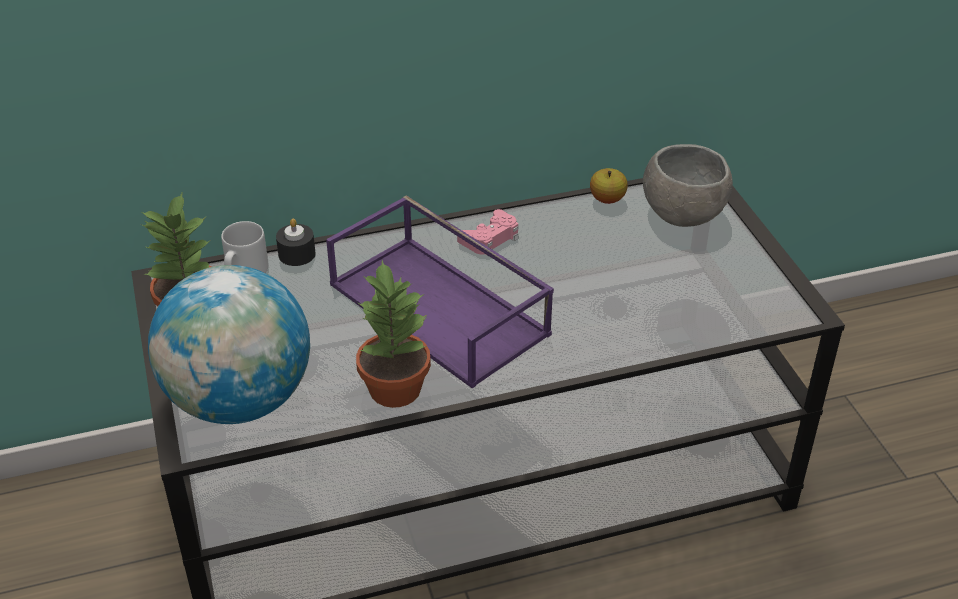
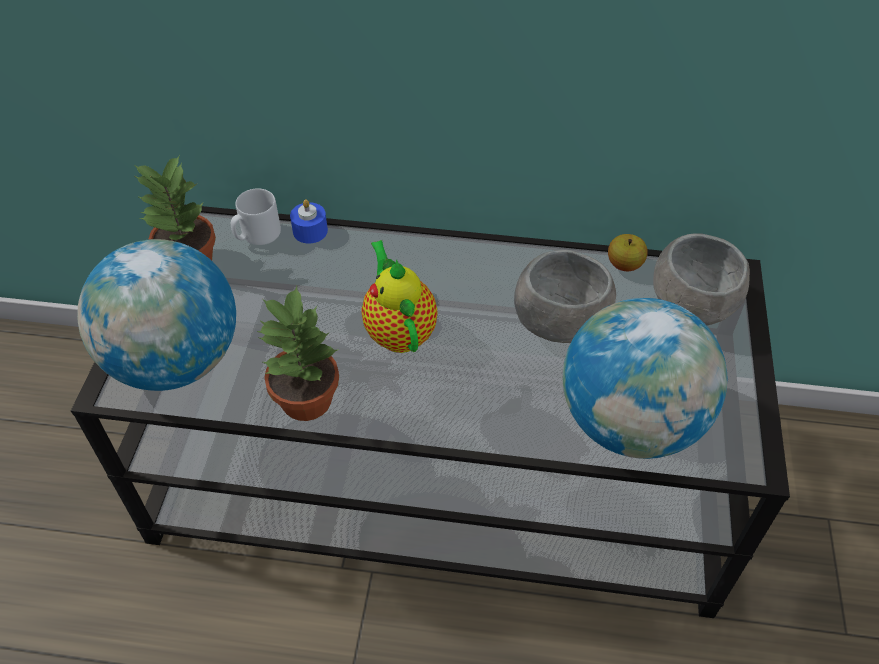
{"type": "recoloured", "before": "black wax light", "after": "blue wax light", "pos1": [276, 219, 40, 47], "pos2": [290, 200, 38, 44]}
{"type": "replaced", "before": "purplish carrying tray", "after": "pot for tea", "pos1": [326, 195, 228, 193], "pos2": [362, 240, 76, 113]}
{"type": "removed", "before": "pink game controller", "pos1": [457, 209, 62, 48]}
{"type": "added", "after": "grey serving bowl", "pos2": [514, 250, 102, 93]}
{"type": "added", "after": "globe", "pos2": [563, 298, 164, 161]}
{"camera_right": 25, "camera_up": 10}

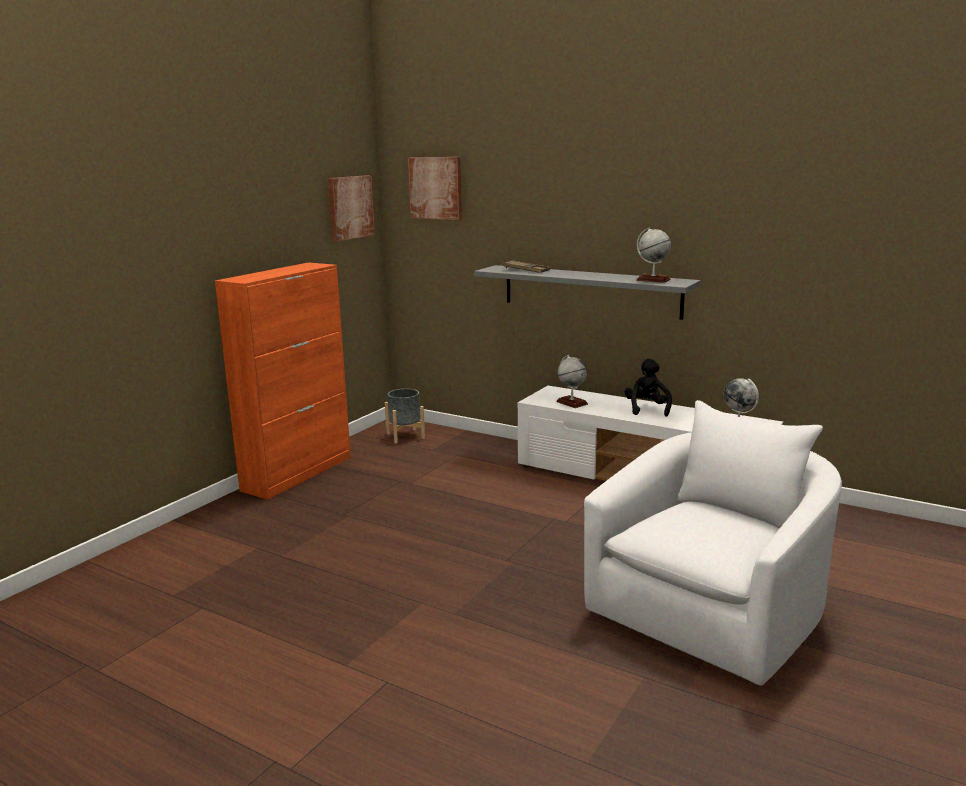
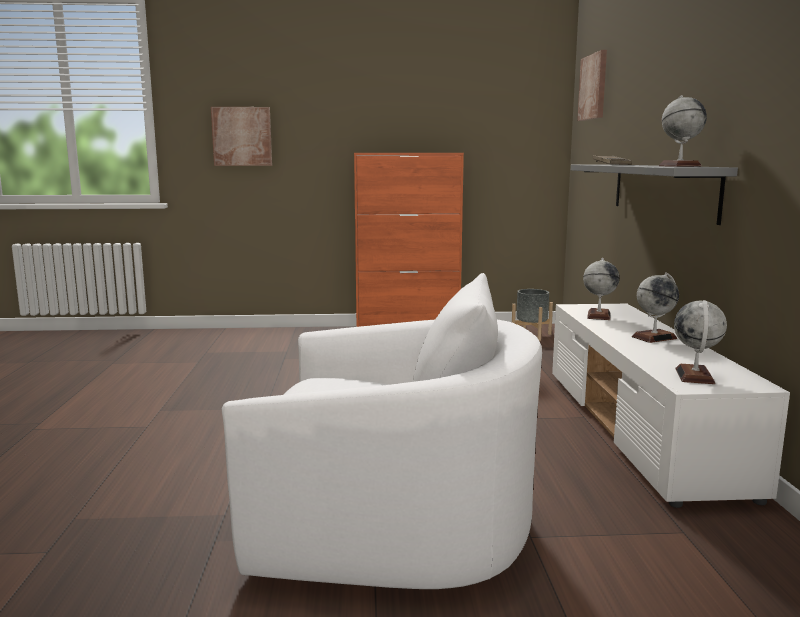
{"type": "moved", "before": "wall picture", "pos1": [328, 175, 47, 67], "pos2": [211, 107, 61, 59]}
{"type": "replaced", "before": "black soft toy", "after": "globe", "pos1": [625, 359, 47, 58], "pos2": [632, 272, 47, 71]}
{"camera_right": 55, "camera_up": -5}

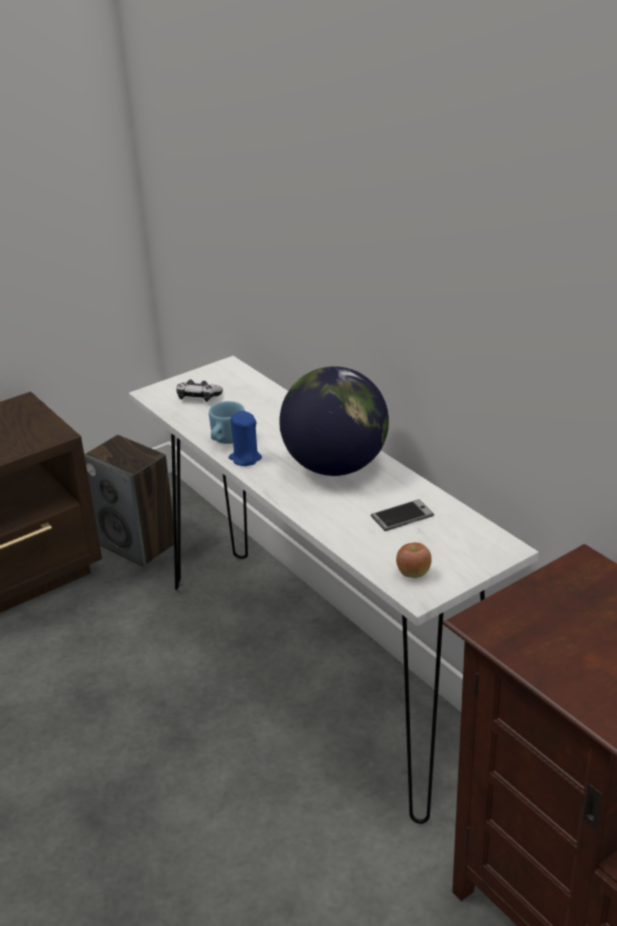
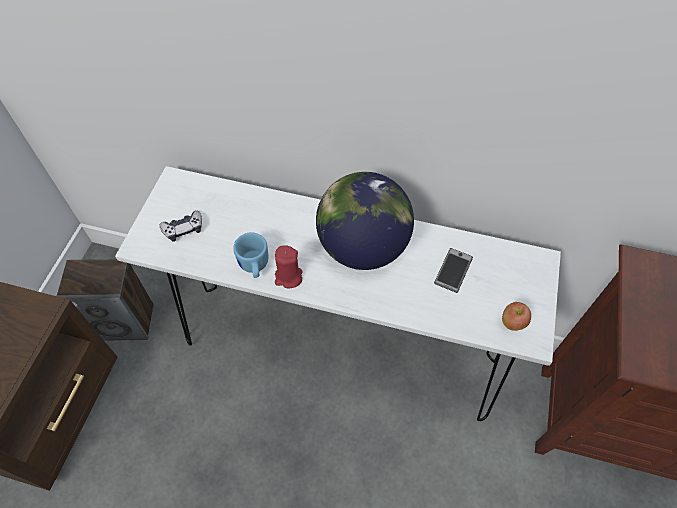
{"type": "recoloured", "before": "blue wax light", "after": "reddish wax light", "pos1": [229, 411, 33, 55], "pos2": [275, 245, 28, 43]}
{"camera_right": -40, "camera_up": 25}

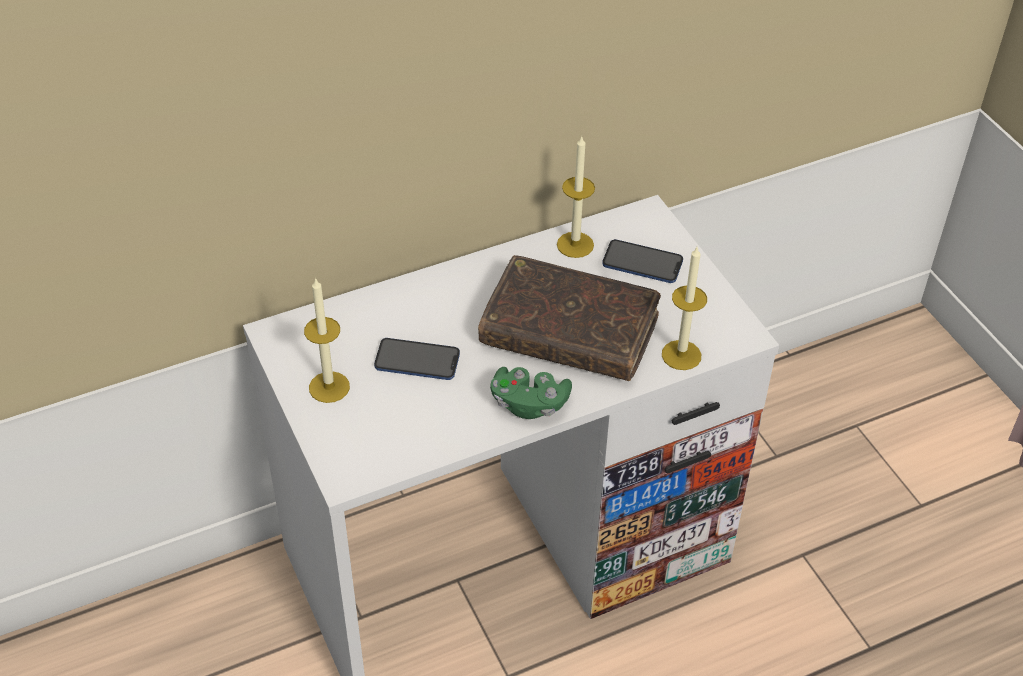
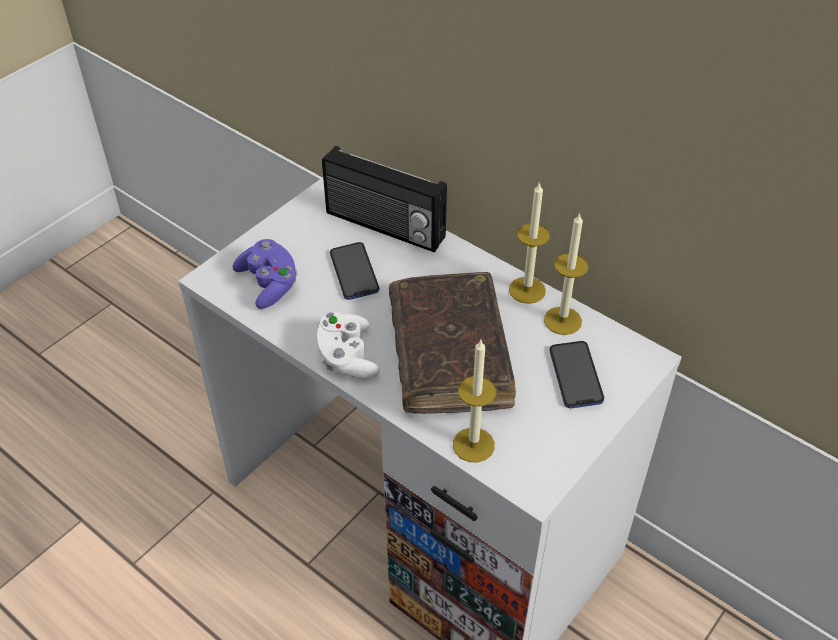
{"type": "moved", "before": "wax light", "pos1": [304, 277, 46, 126], "pos2": [509, 182, 41, 122]}
{"type": "recoloured", "before": "green-coloured game controller", "after": "white game controller", "pos1": [490, 367, 82, 52], "pos2": [317, 312, 63, 67]}
{"type": "added", "after": "purplish game controller", "pos2": [232, 239, 66, 70]}
{"type": "added", "after": "radio receiver", "pos2": [322, 146, 125, 106]}
{"camera_right": 65, "camera_up": 0}

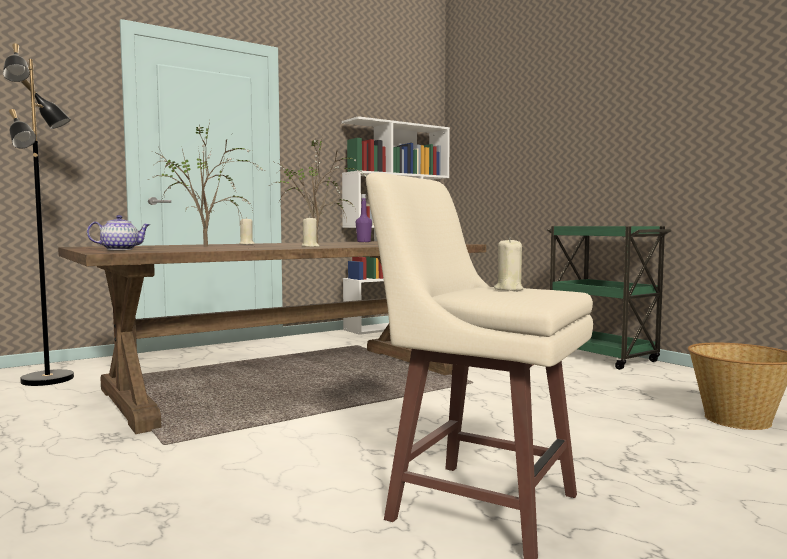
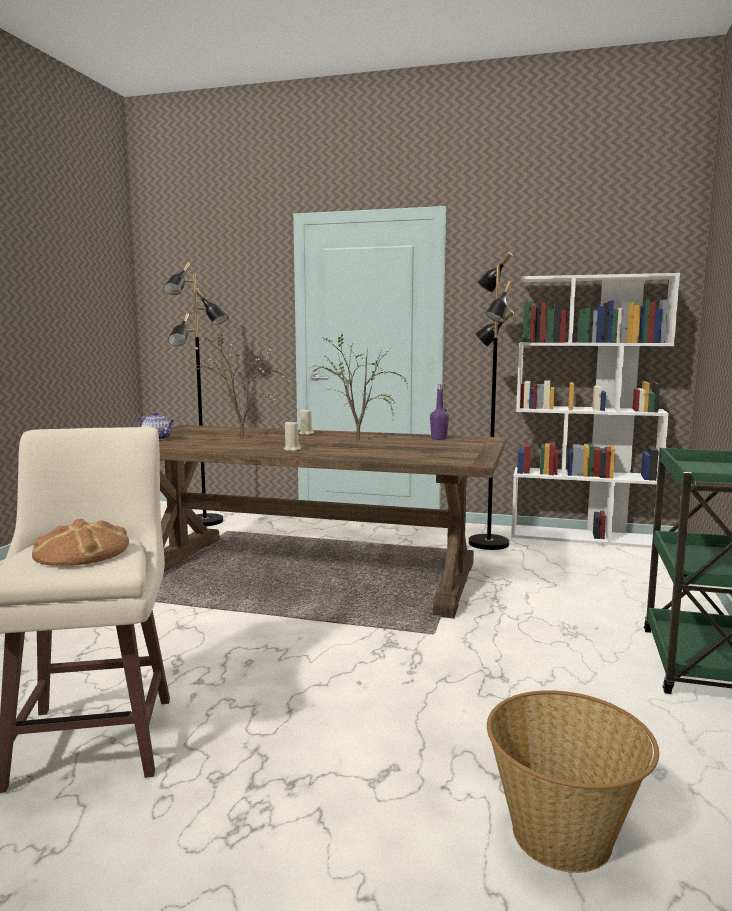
{"type": "replaced", "before": "beige wax light", "after": "bakery bread", "pos1": [494, 237, 30, 54], "pos2": [32, 518, 97, 48]}
{"type": "added", "after": "black standard lamp", "pos2": [469, 252, 45, 298]}
{"camera_right": 50, "camera_up": 5}

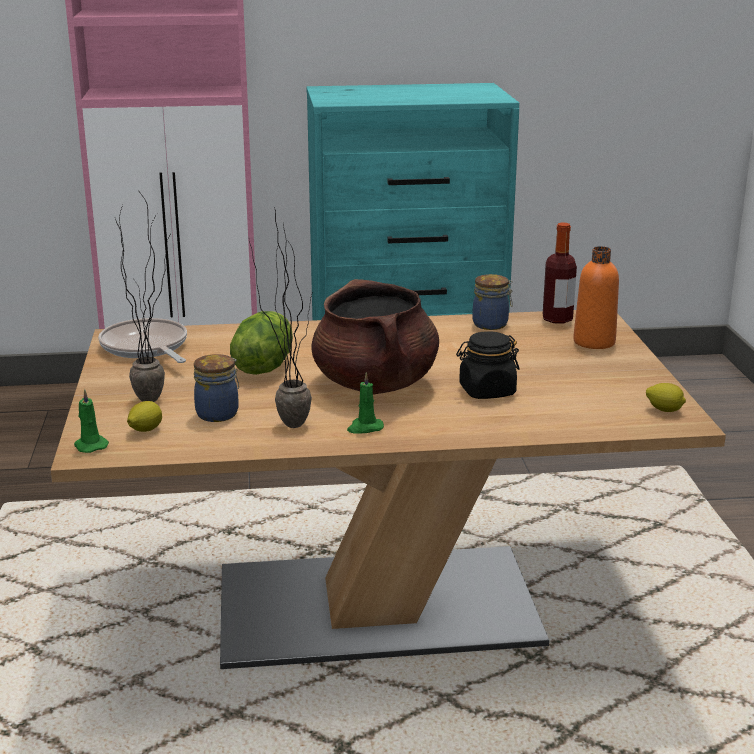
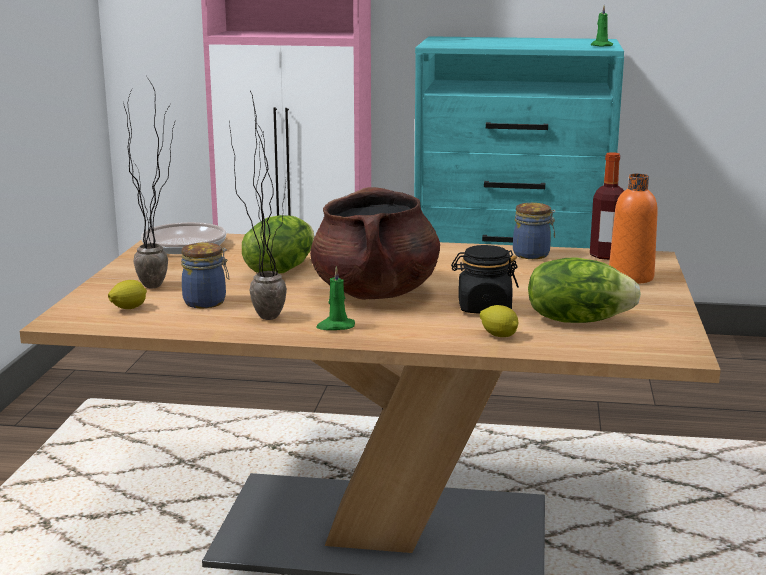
{"type": "moved", "before": "green-coloured wax light", "pos1": [74, 389, 35, 64], "pos2": [591, 6, 22, 41]}
{"type": "moved", "before": "citrus fruit", "pos1": [646, 383, 40, 29], "pos2": [480, 305, 38, 32]}
{"type": "added", "after": "head of lettuce", "pos2": [528, 257, 113, 66]}
{"camera_right": 15, "camera_up": -5}

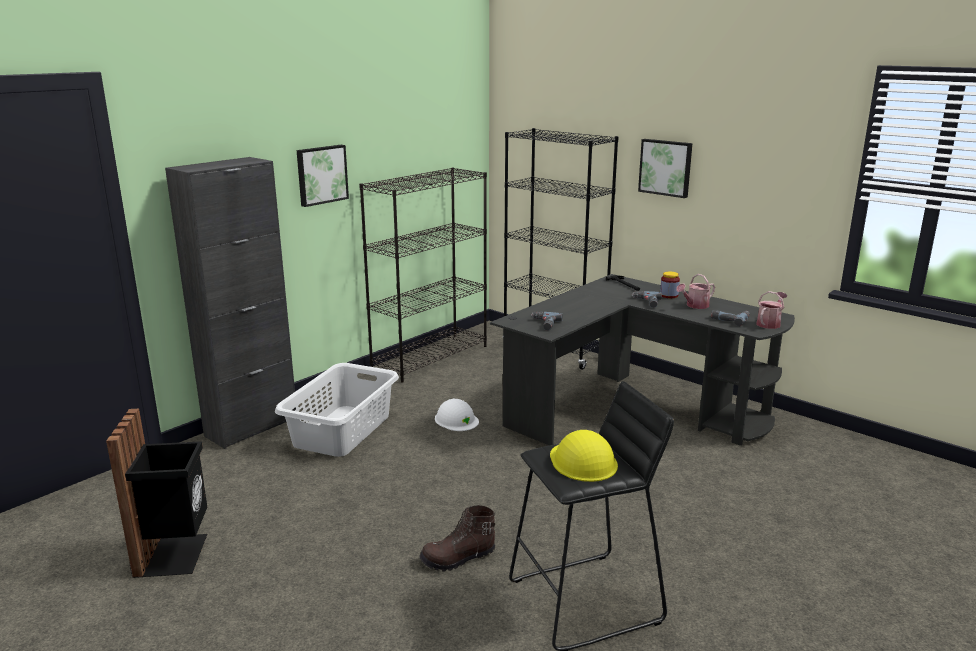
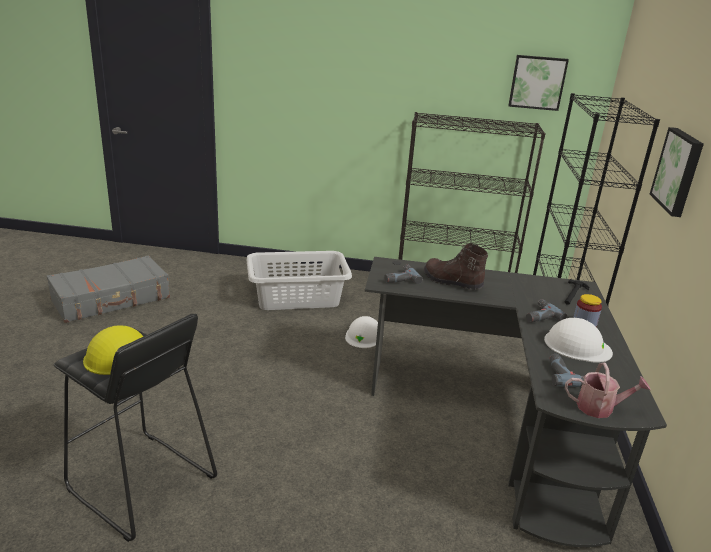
{"type": "replaced", "before": "black trash can", "after": "grey travel case", "pos1": [106, 409, 101, 169], "pos2": [47, 255, 123, 68]}
{"type": "removed", "before": "black storage cabinet", "pos1": [165, 157, 131, 292]}
{"type": "moved", "before": "wall picture", "pos1": [297, 145, 52, 62], "pos2": [508, 55, 61, 56]}
{"type": "moved", "before": "brown tall boot", "pos1": [419, 505, 76, 66], "pos2": [424, 244, 64, 46]}
{"type": "replaced", "before": "sprinkling can", "after": "white safety helmet", "pos1": [676, 274, 39, 35], "pos2": [544, 318, 69, 45]}
{"camera_right": 55, "camera_up": 5}

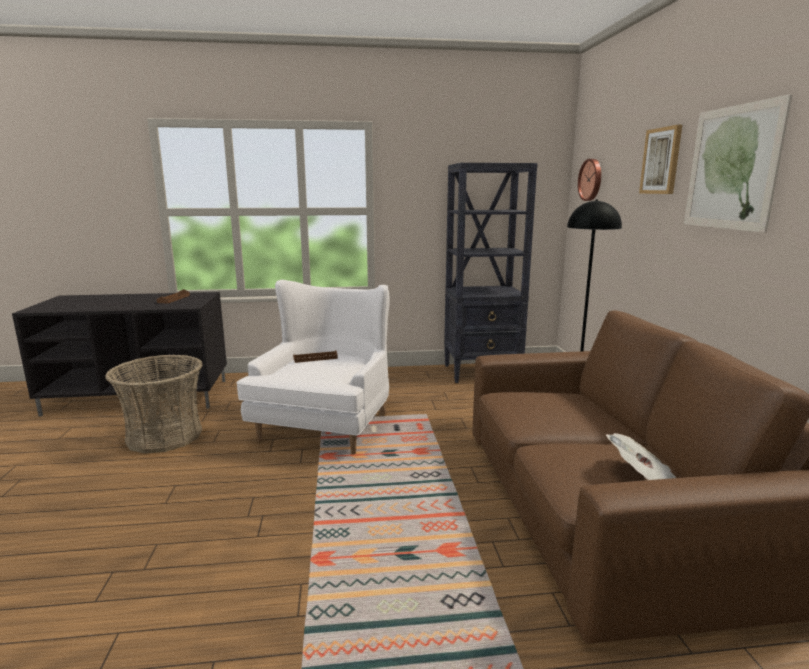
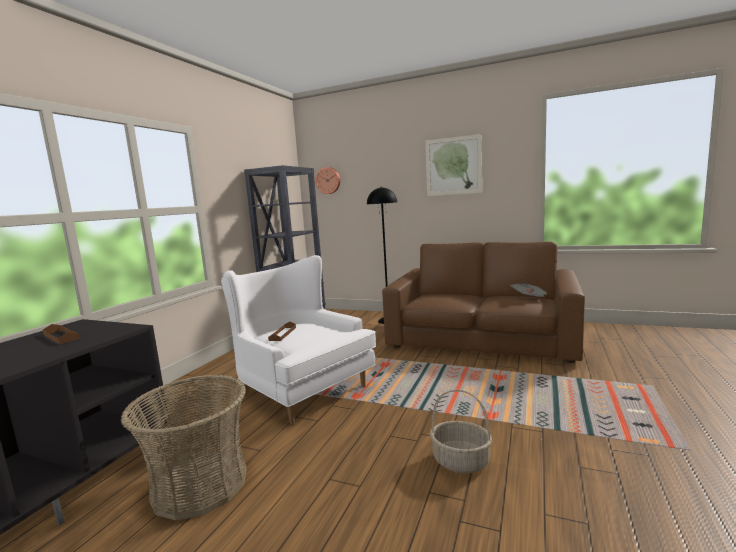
{"type": "removed", "before": "wall picture", "pos1": [639, 125, 43, 69]}
{"type": "added", "after": "storage basket", "pos2": [430, 389, 62, 84]}
{"camera_right": -60, "camera_up": -5}

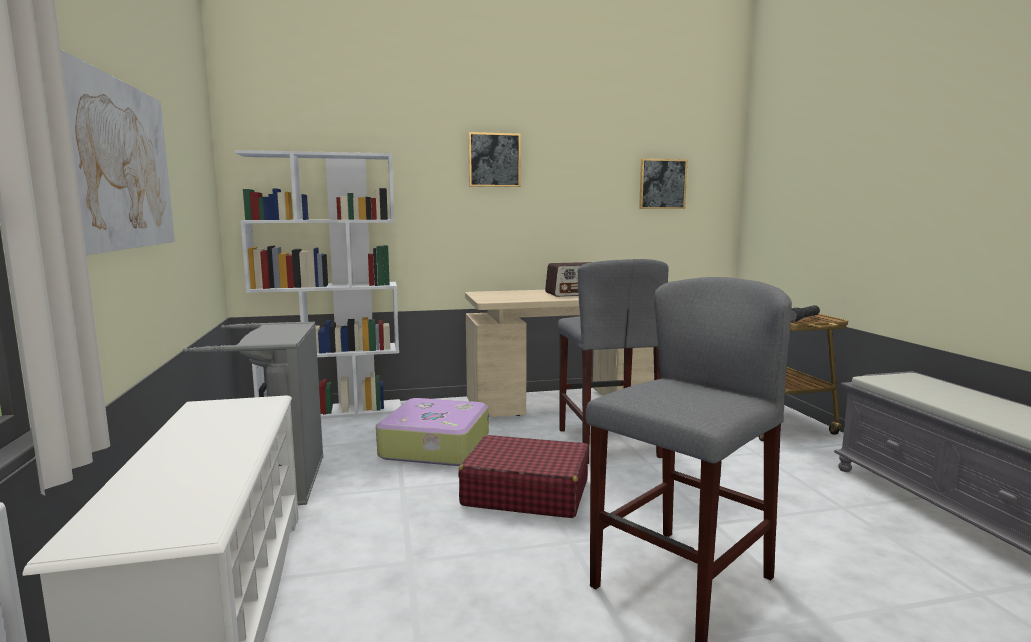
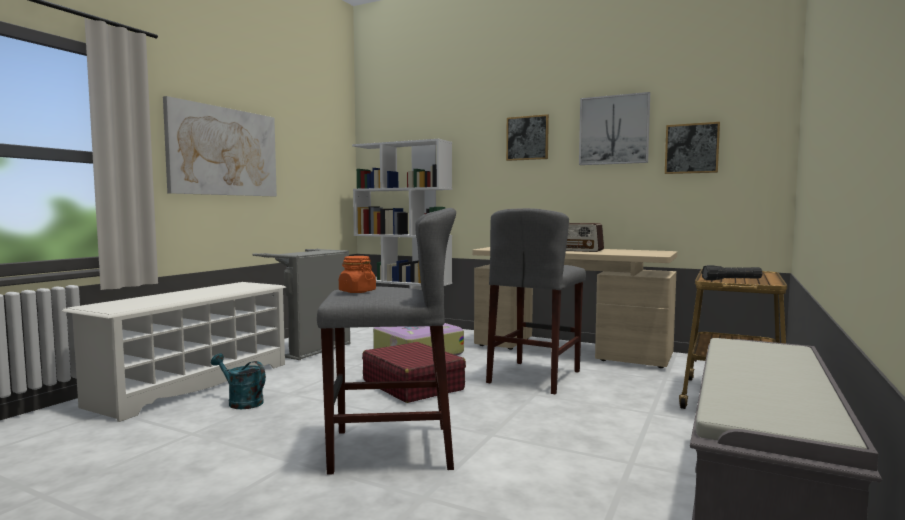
{"type": "added", "after": "blue-green sprinkling can", "pos2": [211, 353, 55, 56]}
{"type": "added", "after": "orange-coloured jar", "pos2": [339, 256, 37, 37]}
{"type": "added", "after": "wall picture", "pos2": [579, 92, 71, 73]}
{"camera_right": 40, "camera_up": -5}

